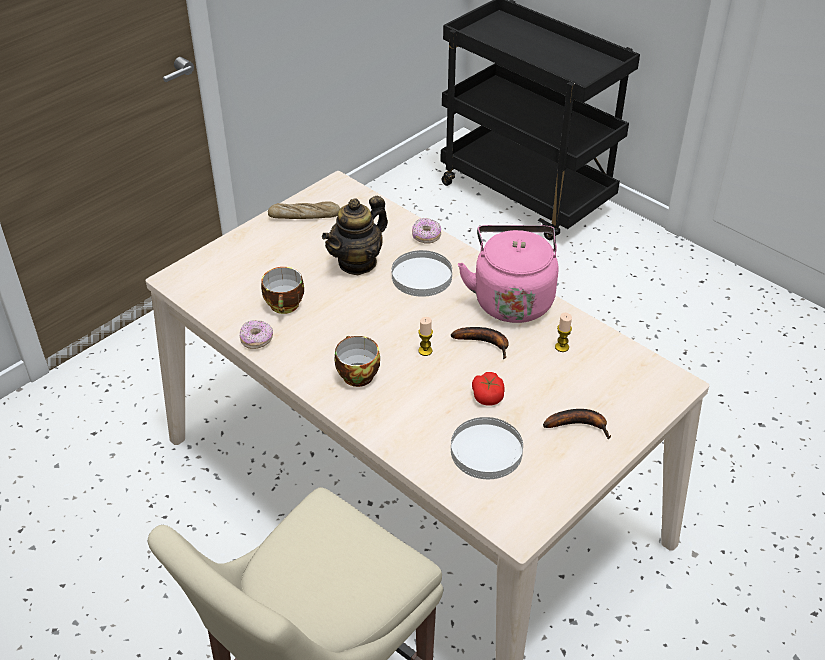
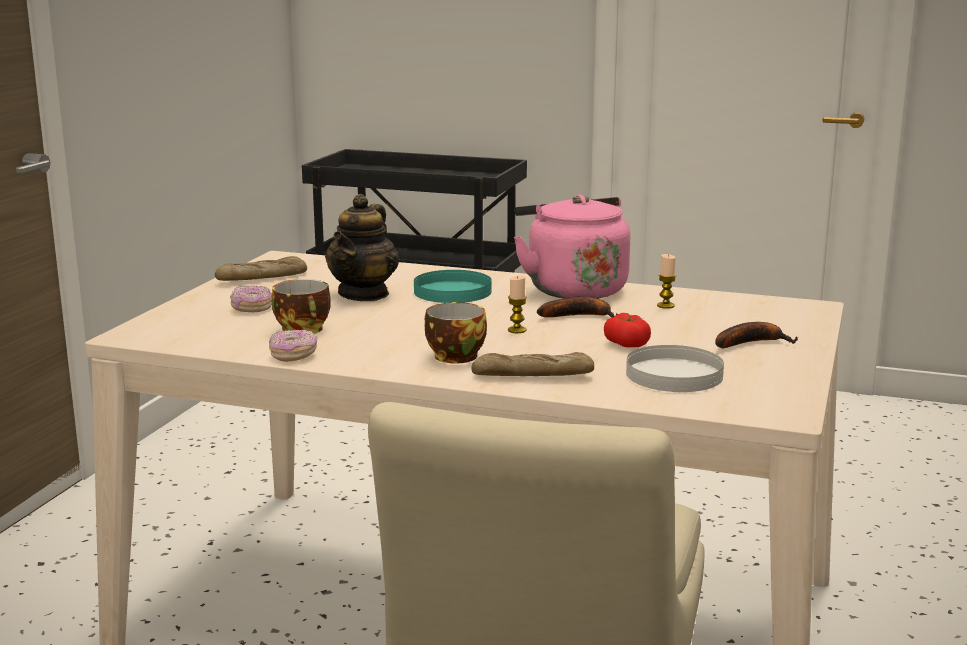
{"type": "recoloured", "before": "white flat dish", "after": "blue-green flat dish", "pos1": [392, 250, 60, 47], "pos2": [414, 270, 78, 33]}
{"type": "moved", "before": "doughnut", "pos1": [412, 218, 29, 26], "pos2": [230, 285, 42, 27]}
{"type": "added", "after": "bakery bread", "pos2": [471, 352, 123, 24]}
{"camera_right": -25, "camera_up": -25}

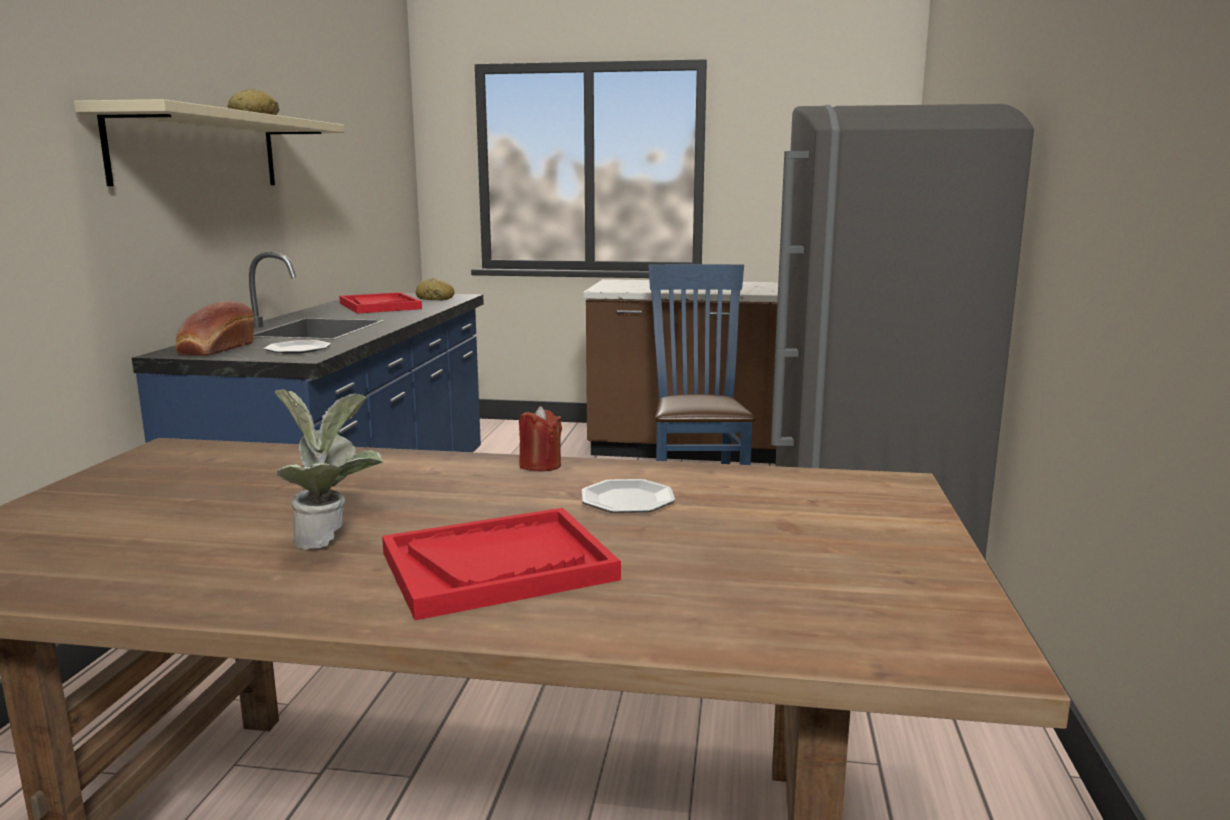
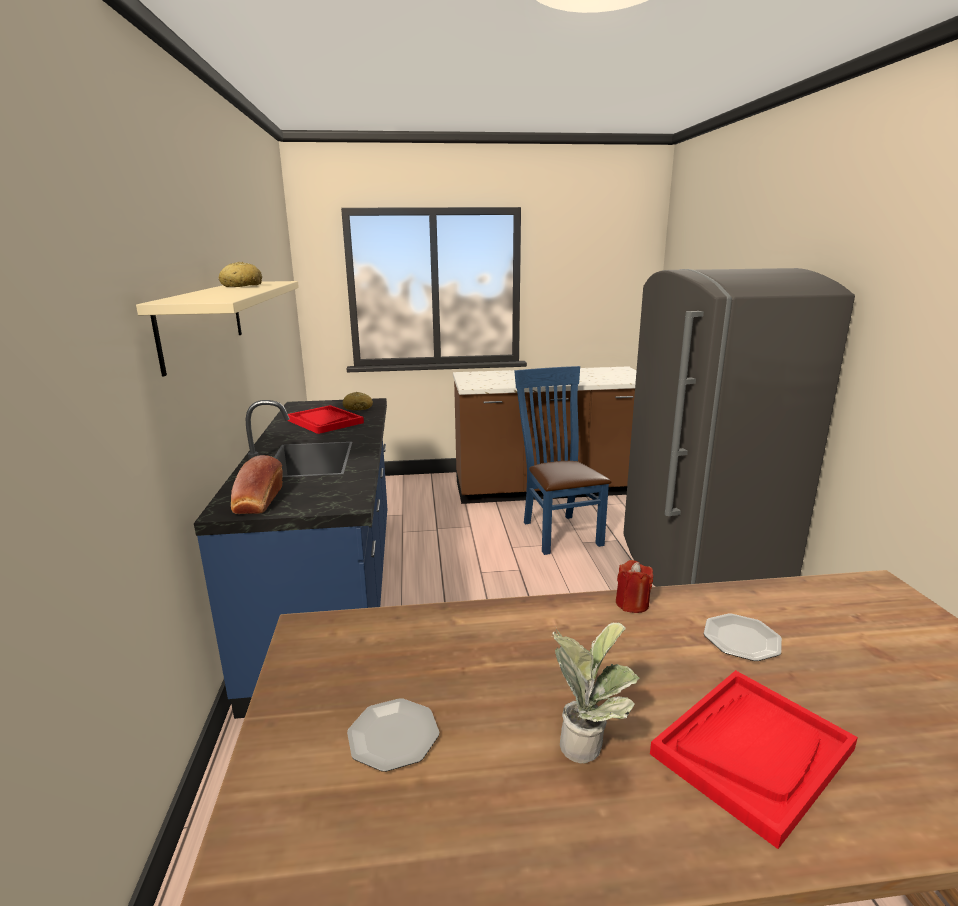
{"type": "moved", "before": "flat dish", "pos1": [264, 340, 67, 14], "pos2": [347, 698, 92, 74]}
{"camera_right": -15, "camera_up": 5}

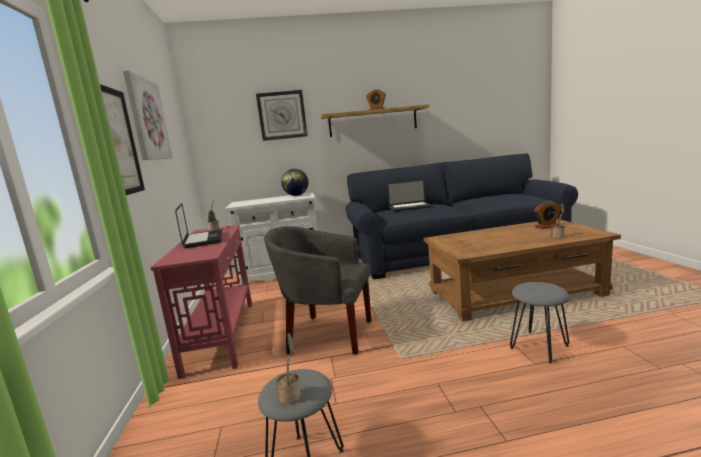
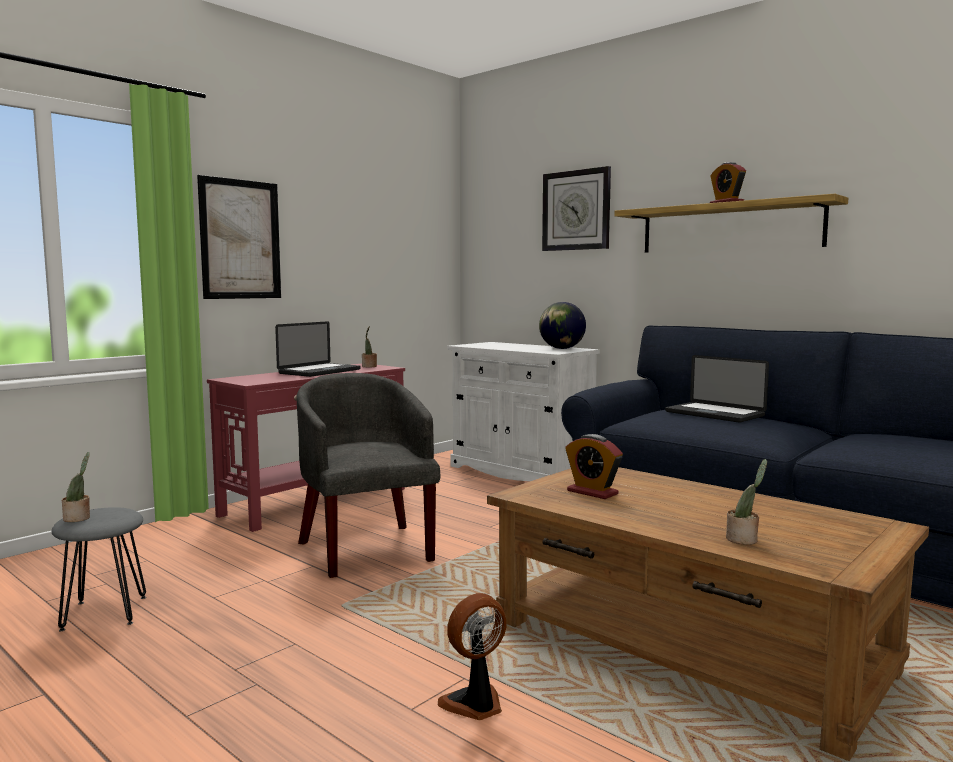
{"type": "removed", "before": "wall picture", "pos1": [123, 70, 50, 90]}
{"type": "replaced", "before": "grey stool", "after": "fan", "pos1": [510, 282, 60, 81], "pos2": [438, 593, 69, 127]}
{"type": "moved", "before": "bedside clock", "pos1": [534, 201, 27, 28], "pos2": [565, 434, 58, 65]}
{"camera_right": 50, "camera_up": -5}

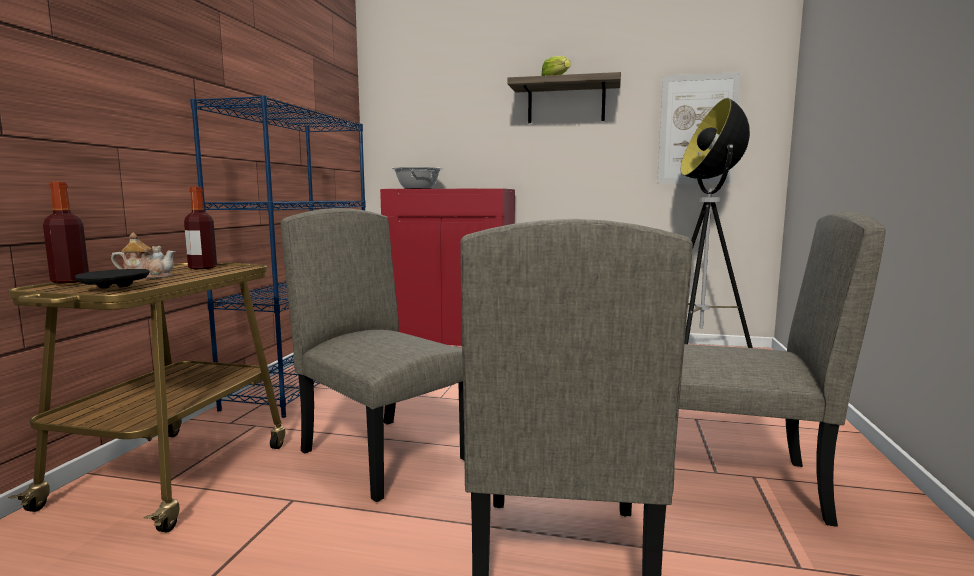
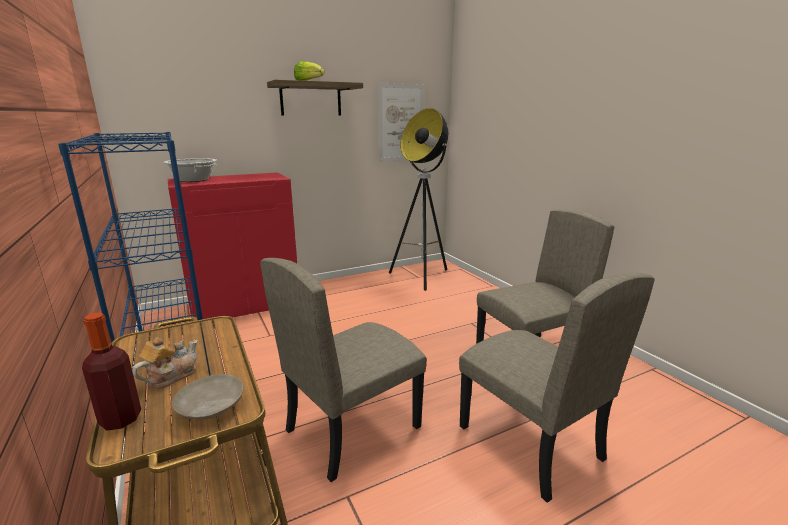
{"type": "recoloured", "before": "black flat dish", "after": "beige flat dish", "pos1": [75, 269, 75, 20], "pos2": [172, 374, 72, 45]}
{"type": "removed", "before": "bottle", "pos1": [184, 187, 33, 82]}
{"type": "turned", "before": "beige plain chair", "pos1": [280, 208, 185, 294], "pos2": [260, 258, 167, 224], "turn": -45}
{"camera_right": -40, "camera_up": 10}

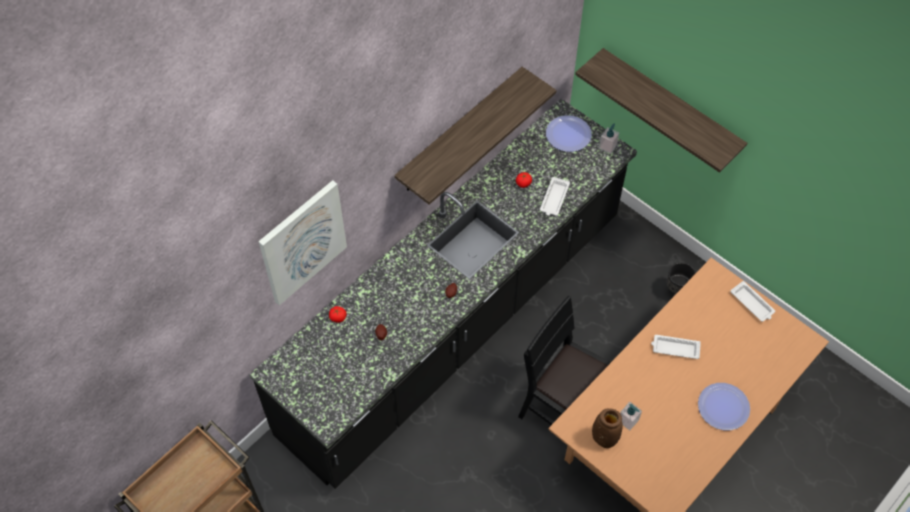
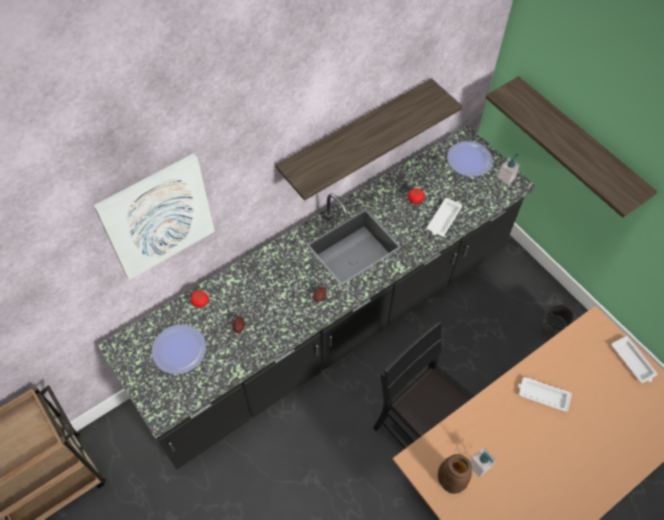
{"type": "moved", "before": "flat dish", "pos1": [698, 383, 52, 47], "pos2": [152, 325, 54, 49]}
{"camera_right": 10, "camera_up": 0}

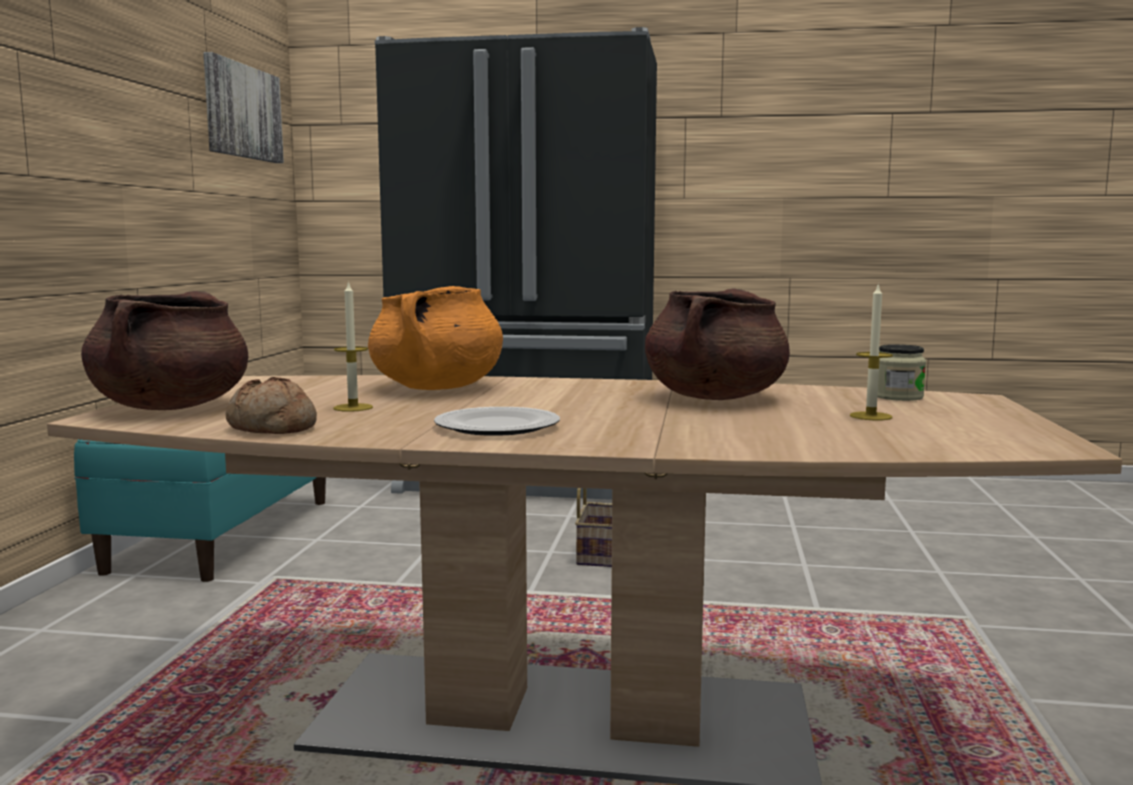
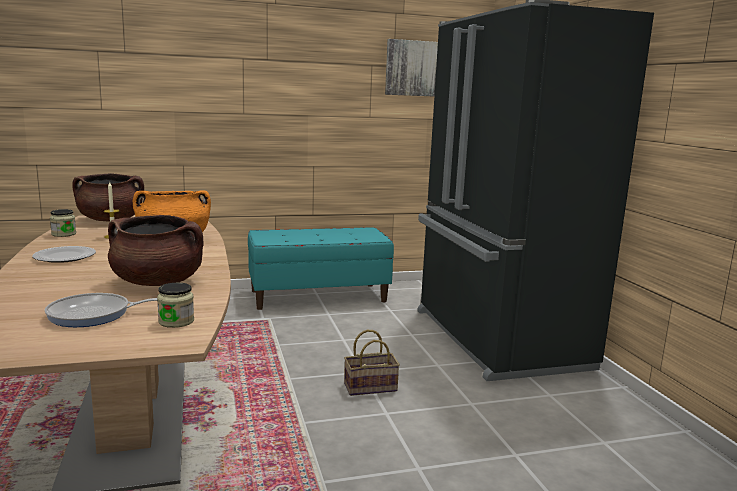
{"type": "replaced", "before": "bakery bread", "after": "jar", "pos1": [225, 377, 92, 57], "pos2": [50, 209, 26, 28]}
{"type": "replaced", "before": "wax light", "after": "frying pan", "pos1": [850, 283, 43, 137], "pos2": [45, 293, 113, 34]}
{"camera_right": 65, "camera_up": 5}

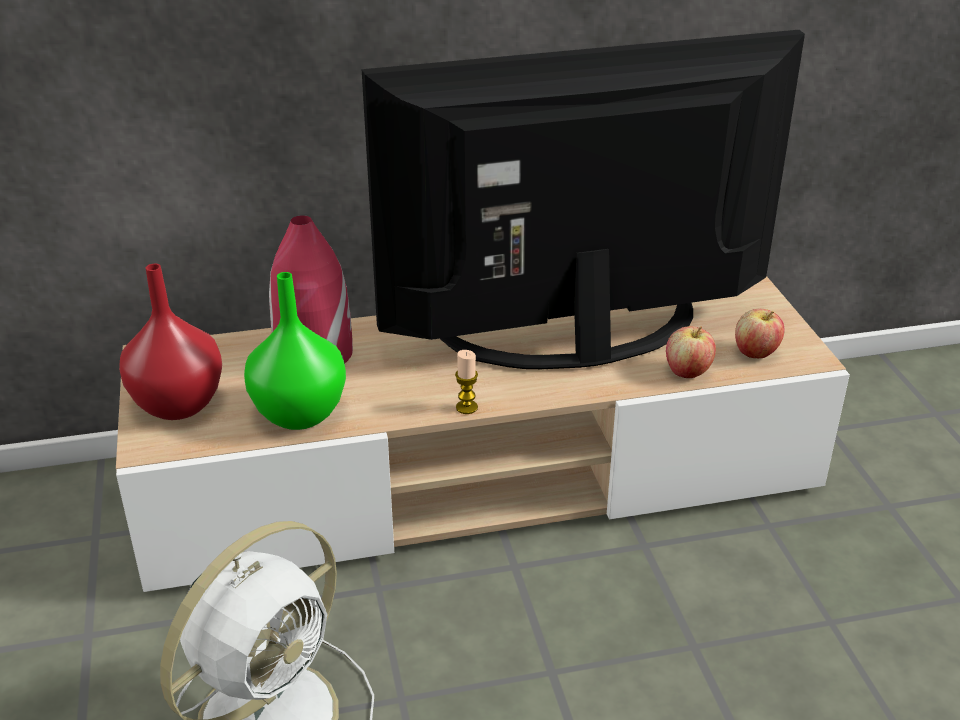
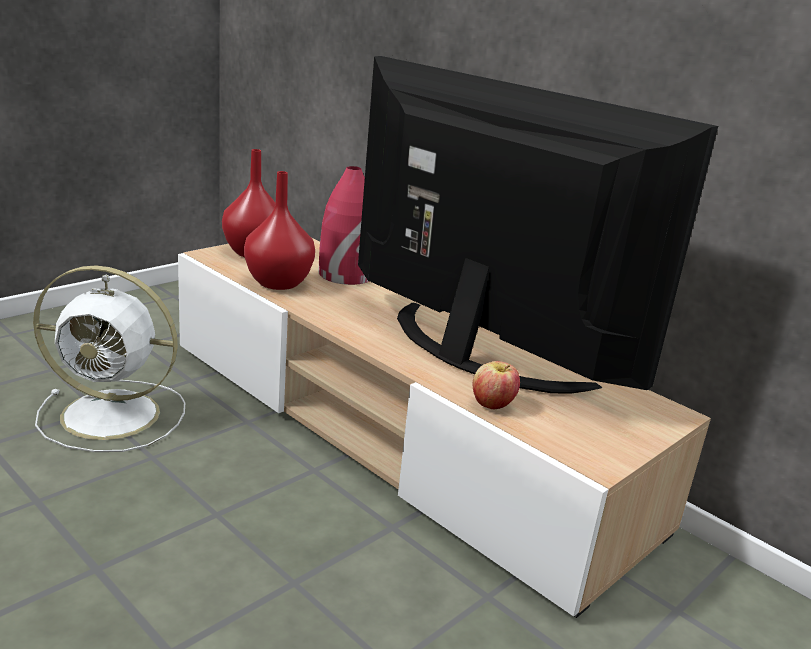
{"type": "recoloured", "before": "green-coloured flower vase", "after": "reddish flower vase", "pos1": [244, 272, 102, 158], "pos2": [244, 171, 71, 119]}
{"type": "removed", "before": "wax light", "pos1": [455, 350, 23, 64]}
{"type": "removed", "before": "apple", "pos1": [735, 309, 49, 49]}
{"camera_right": 55, "camera_up": -10}

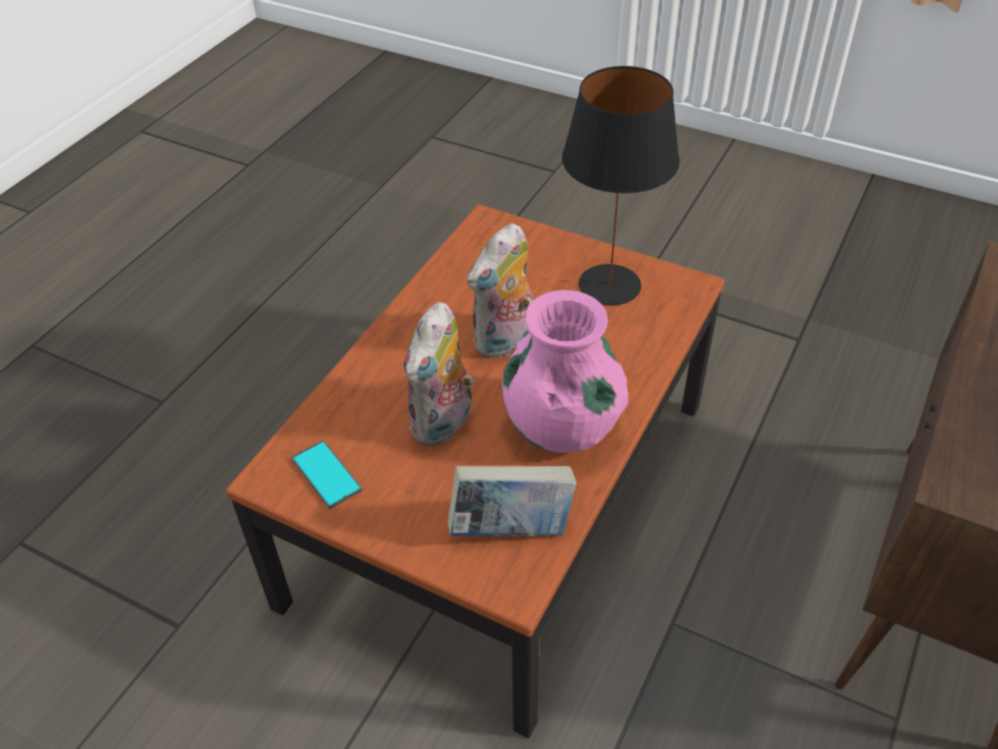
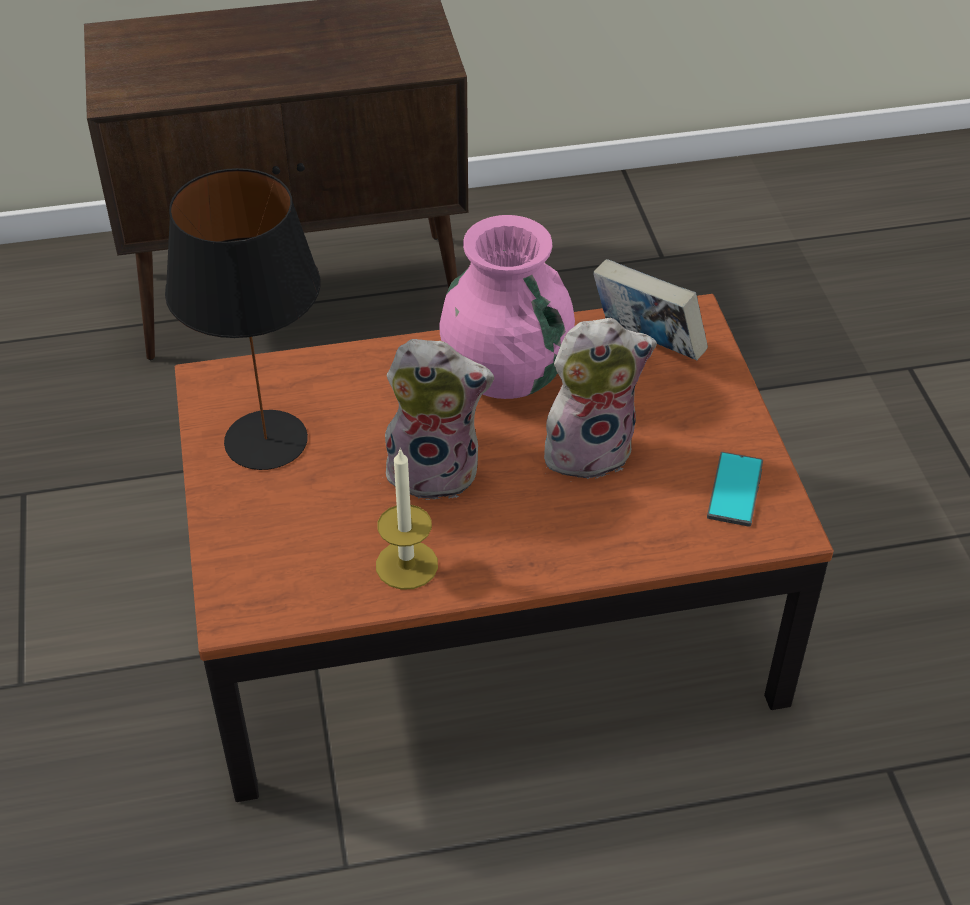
{"type": "added", "after": "wax light", "pos2": [376, 448, 62, 142]}
{"camera_right": -130, "camera_up": 0}

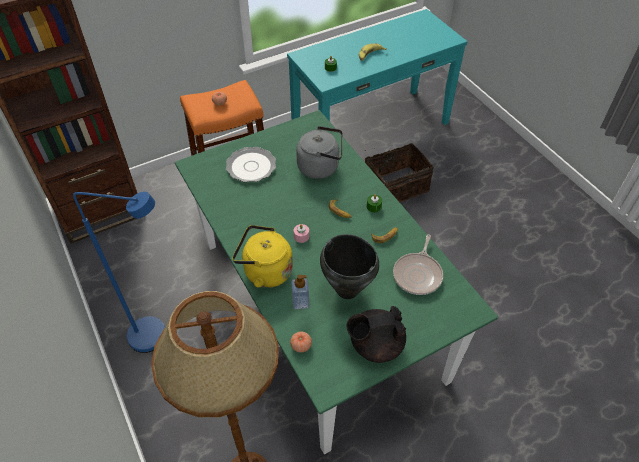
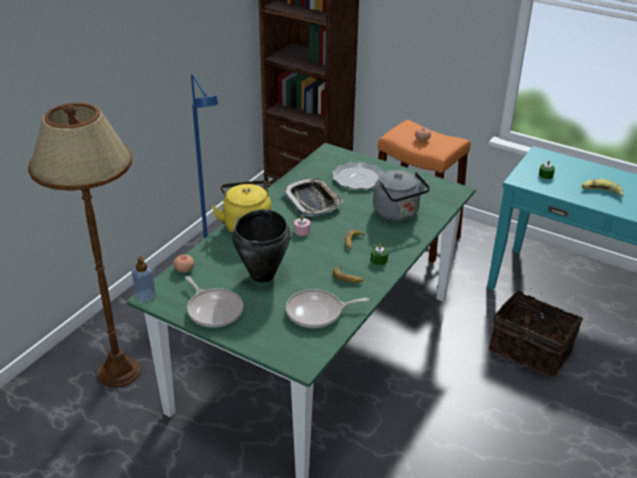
{"type": "moved", "before": "liquid soap bottle", "pos1": [291, 275, 18, 34], "pos2": [131, 256, 25, 46]}
{"type": "replaced", "before": "black pot for tea", "after": "frying pan", "pos1": [346, 306, 60, 57], "pos2": [185, 276, 58, 52]}
{"type": "added", "after": "carrying tray", "pos2": [283, 178, 60, 39]}
{"camera_right": 60, "camera_up": -15}

